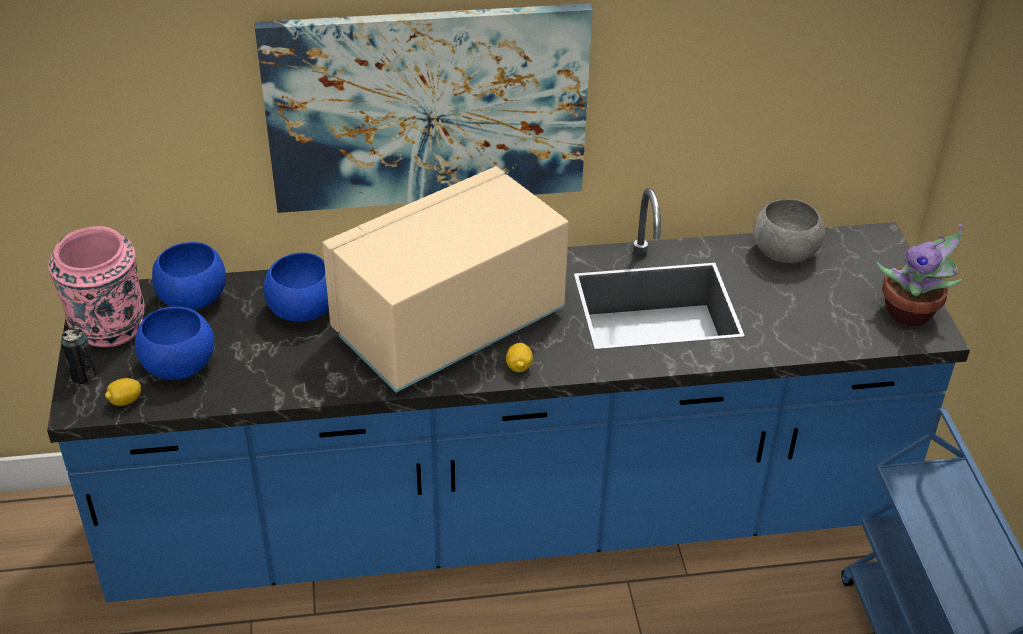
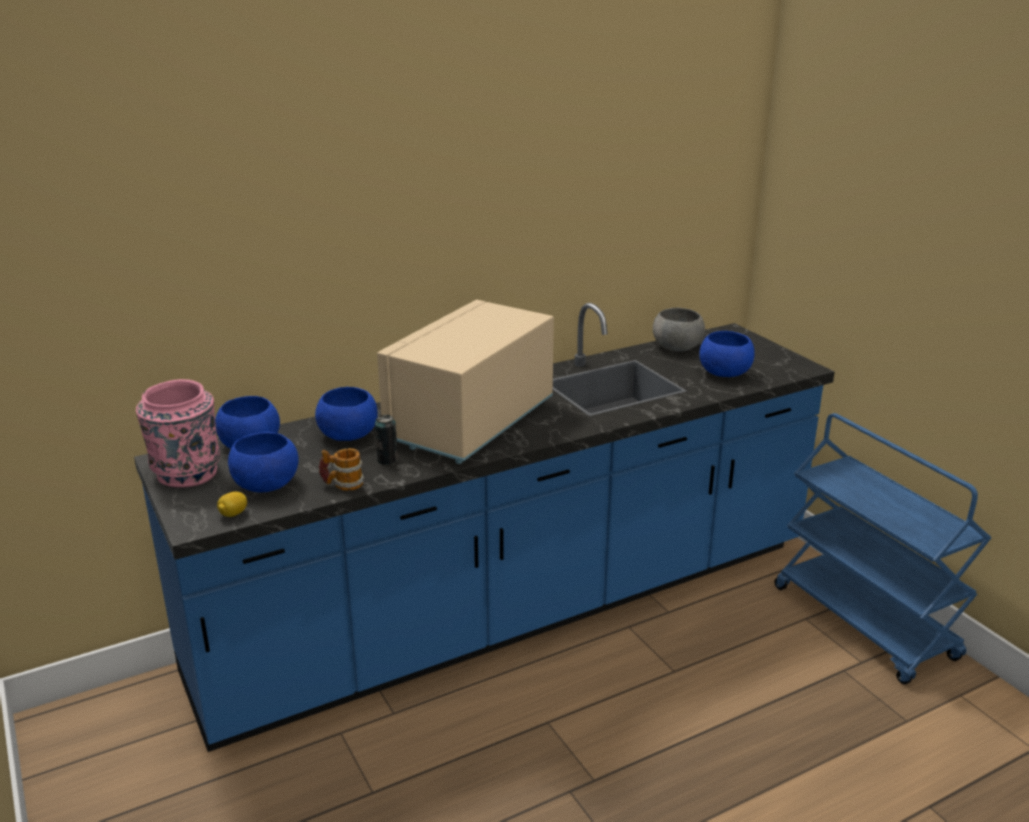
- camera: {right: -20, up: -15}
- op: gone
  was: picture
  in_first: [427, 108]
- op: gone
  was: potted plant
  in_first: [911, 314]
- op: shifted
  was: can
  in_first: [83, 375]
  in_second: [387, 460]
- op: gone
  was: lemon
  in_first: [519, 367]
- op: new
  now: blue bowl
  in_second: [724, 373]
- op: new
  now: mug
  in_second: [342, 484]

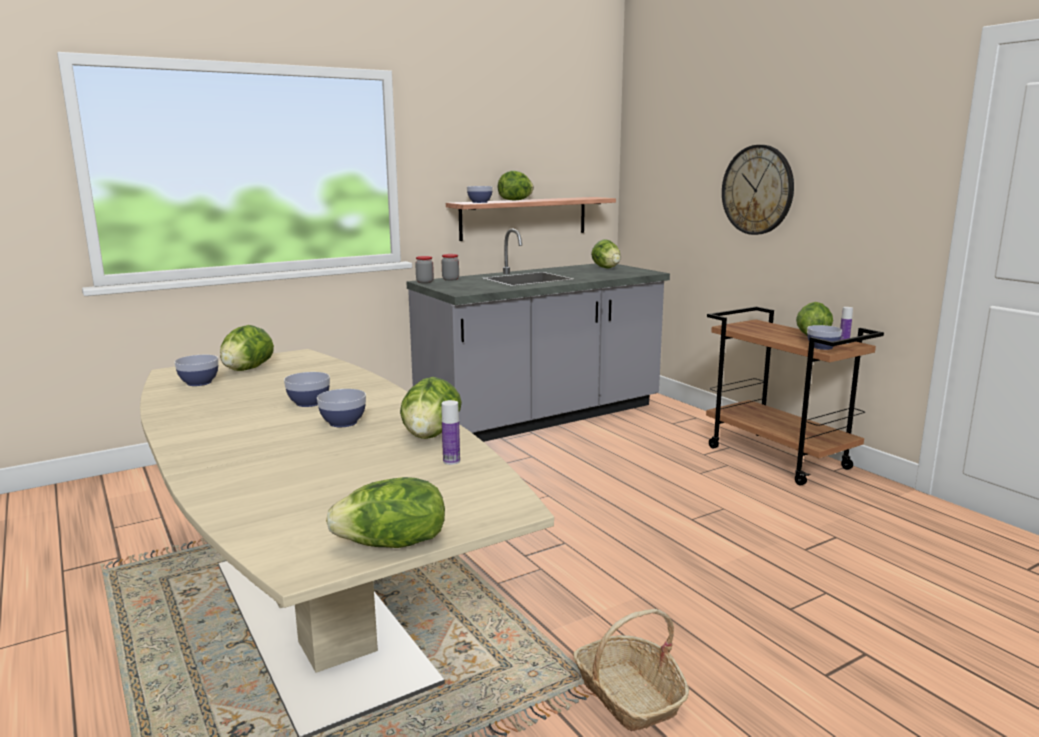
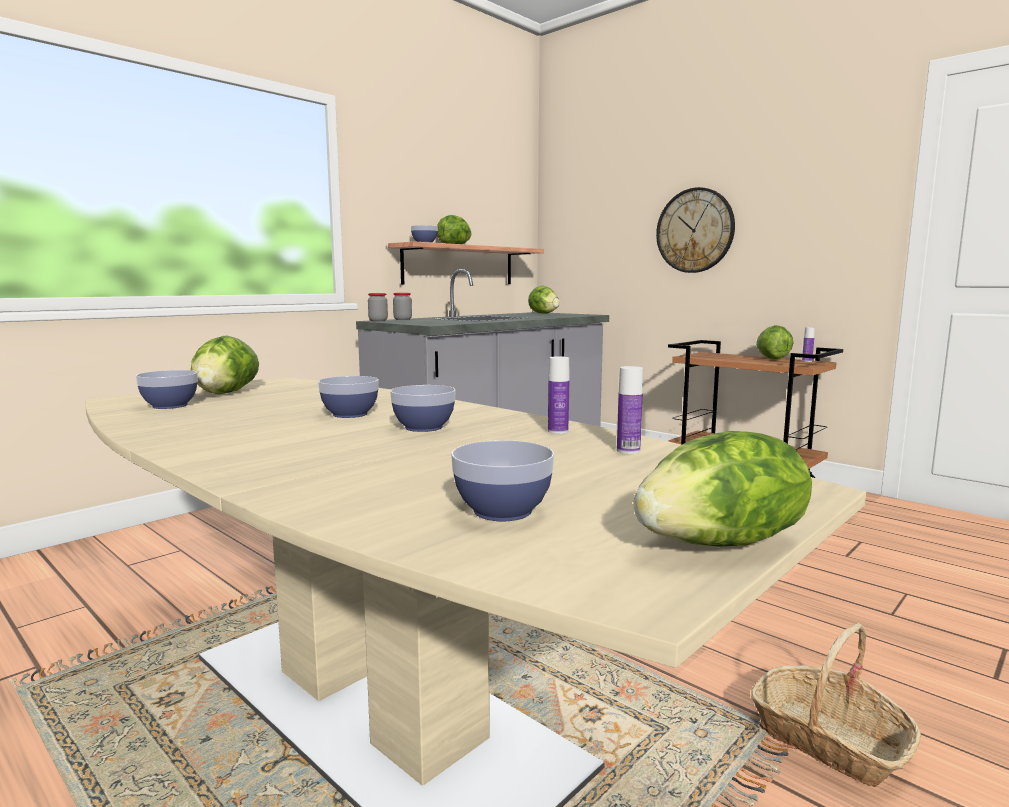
- camera: {right: -15, up: -5}
- op: shifted
  was: bowl
  in_first: [822, 347]
  in_second: [503, 511]
- op: swapped
  was: lettuce
  now: bottle
  in_first: [431, 435]
  in_second: [558, 431]

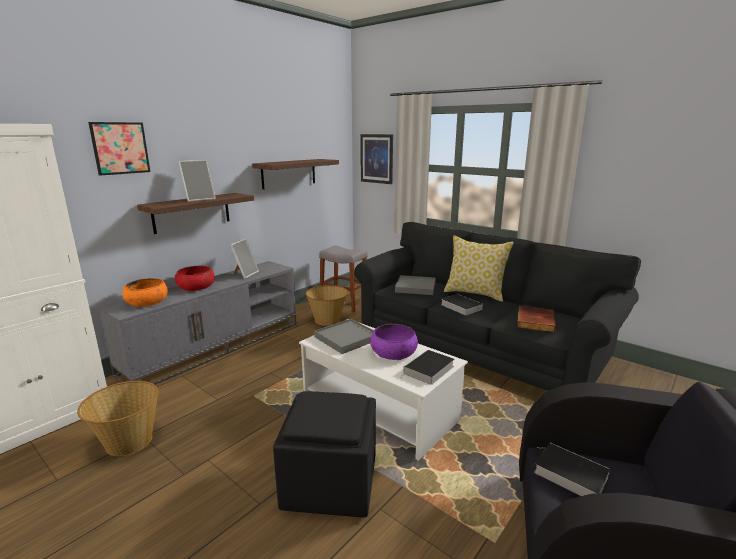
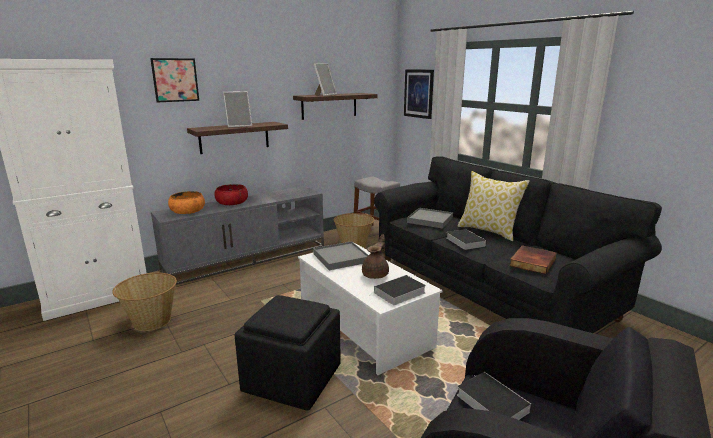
- camera: {right: 15, up: 0}
- op: shifted
  was: picture frame
  in_first: [245, 274]
  in_second: [324, 95]
- op: swapped
  was: purple bowl
  now: brown teapot
  in_first: [393, 352]
  in_second: [376, 274]

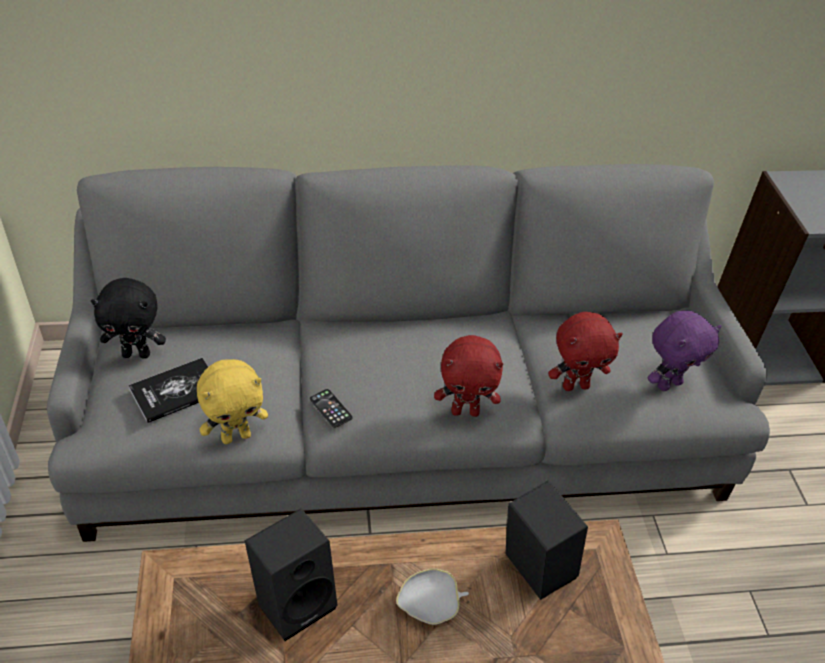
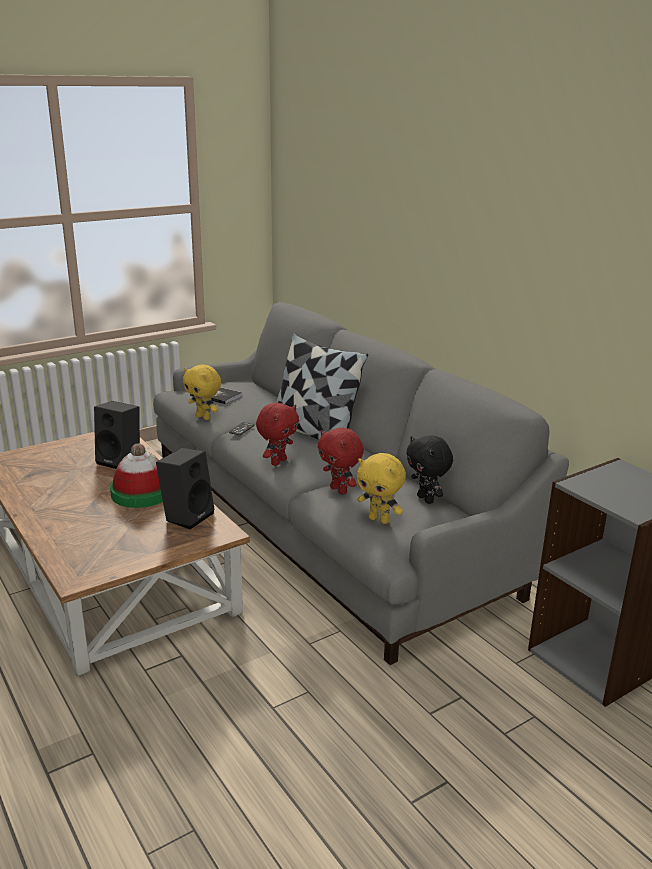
- camera: {right: 65, up: -20}
- op: shifted
  was: black plush toy
  in_first: [137, 354]
  in_second: [426, 499]
- op: repainted
  was: purple plush toy
  now: yellow plush toy
  in_first: [668, 384]
  in_second: [379, 520]
- op: rotated
  was: red plush toy
  in_first: [465, 411]
  in_second: [278, 462]
  clockwise: -120
- op: swapped
  was: white bowl
  now: hat
  in_first: [430, 605]
  in_second: [141, 492]
- op: new
  now: pillow
  in_second: [314, 432]

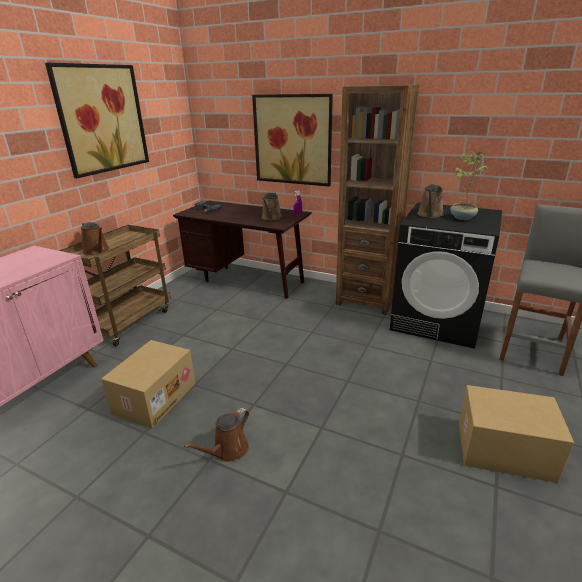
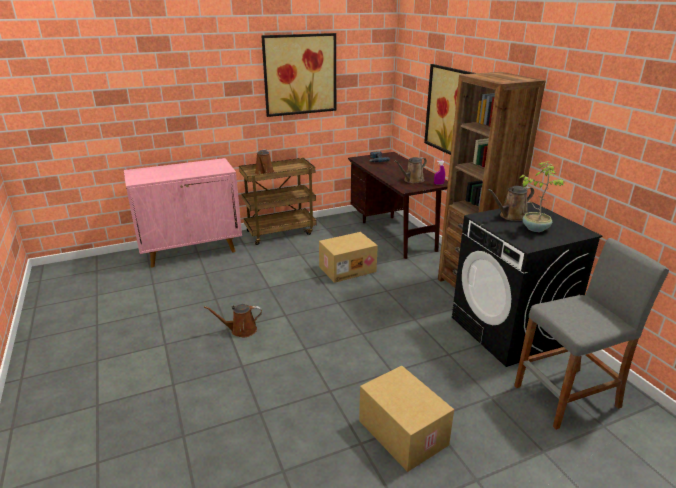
- camera: {right: 40, up: 0}
- op: shifted
  was: cardboard box
  in_first: [154, 397]
  in_second: [347, 269]

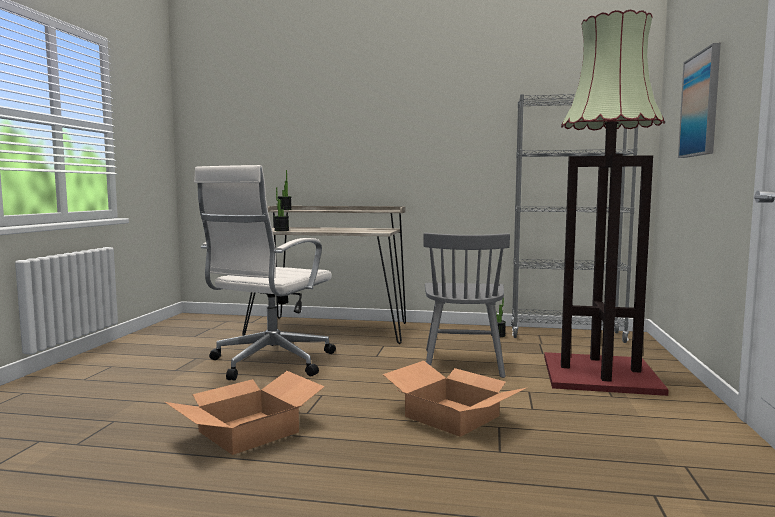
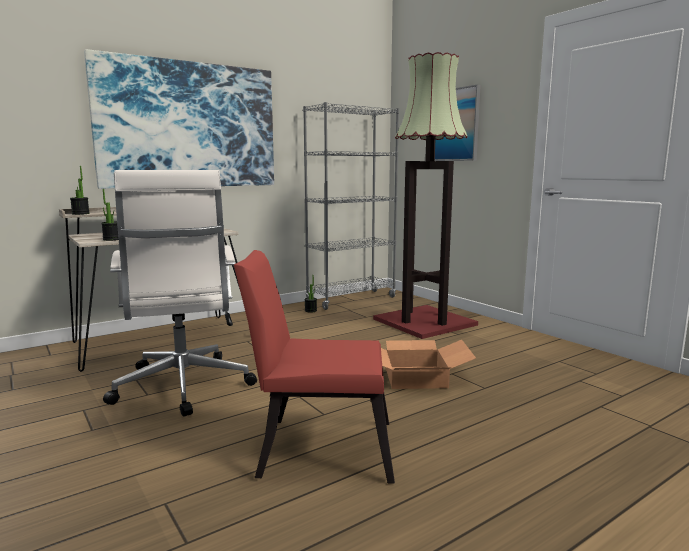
- camera: {right: -45, up: 5}
- op: gone
  was: grey chair
  in_first: [463, 363]
- op: swapped
  was: cardboard box
  now: red chair
  in_first: [249, 431]
  in_second: [317, 447]
- op: new
  now: picture
  in_second: [189, 125]

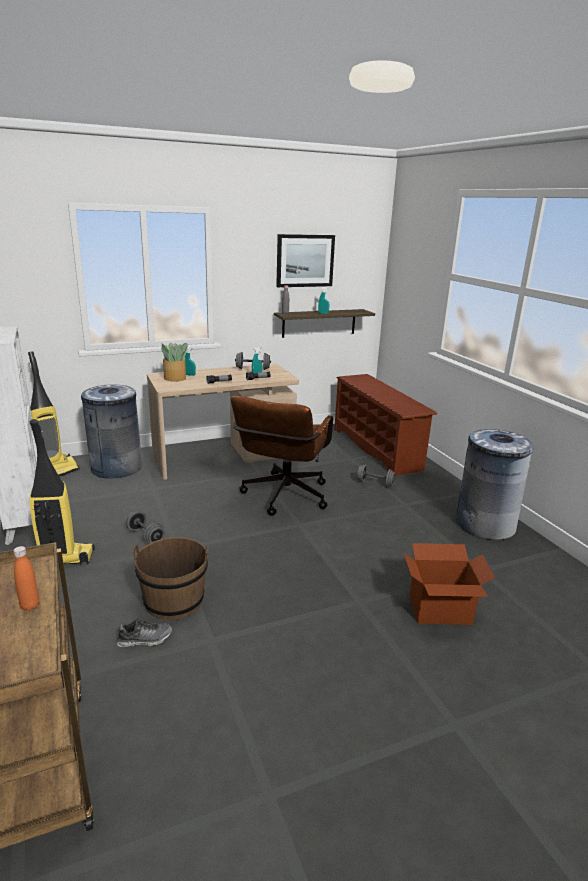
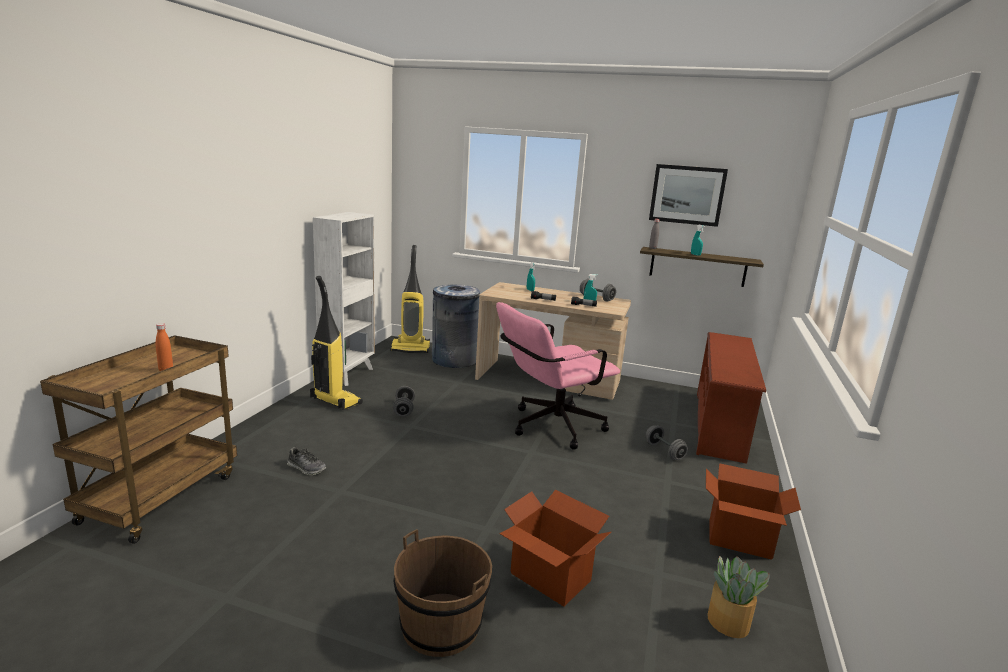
- camera: {right: 40, up: -5}
- op: shifted
  was: potted plant
  in_first: [175, 378]
  in_second: [729, 623]
- op: repainted
  was: brown office chair
  now: pink office chair
  in_first: [282, 498]
  in_second: [549, 427]
- op: swapped
  was: grey trash can
  now: cardboard box
  in_first: [484, 524]
  in_second: [739, 539]
- op: shifted
  was: brown bucket
  in_first: [174, 600]
  in_second: [441, 625]

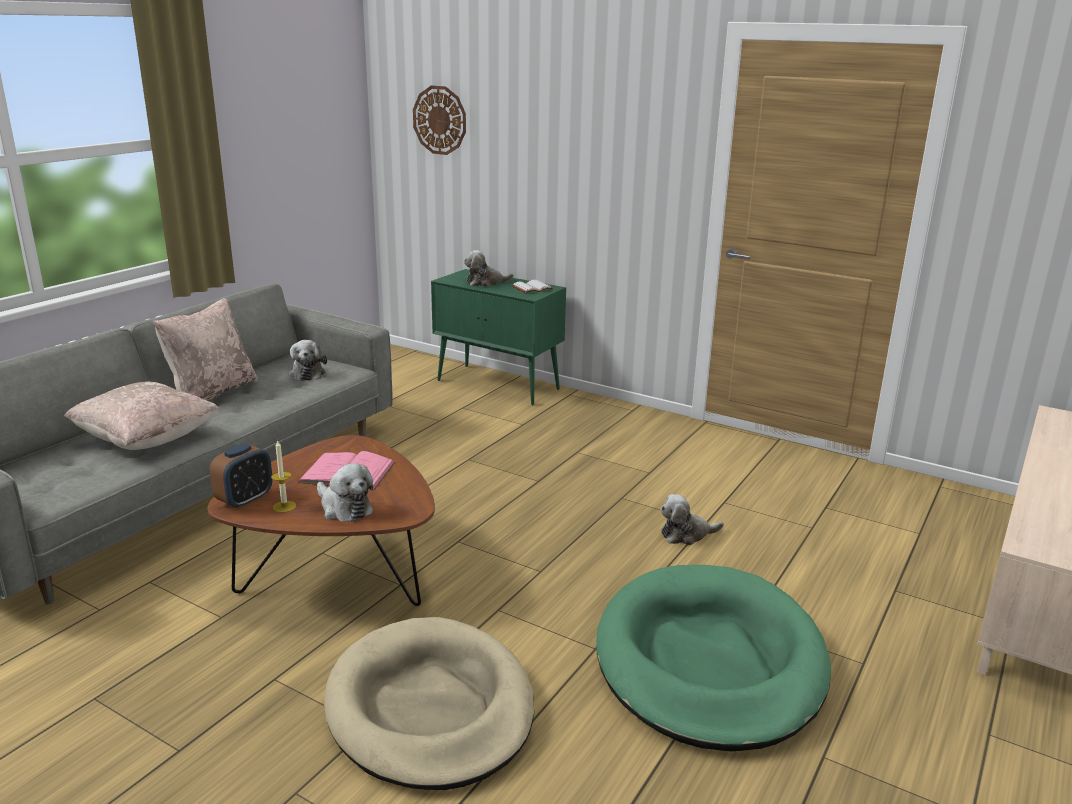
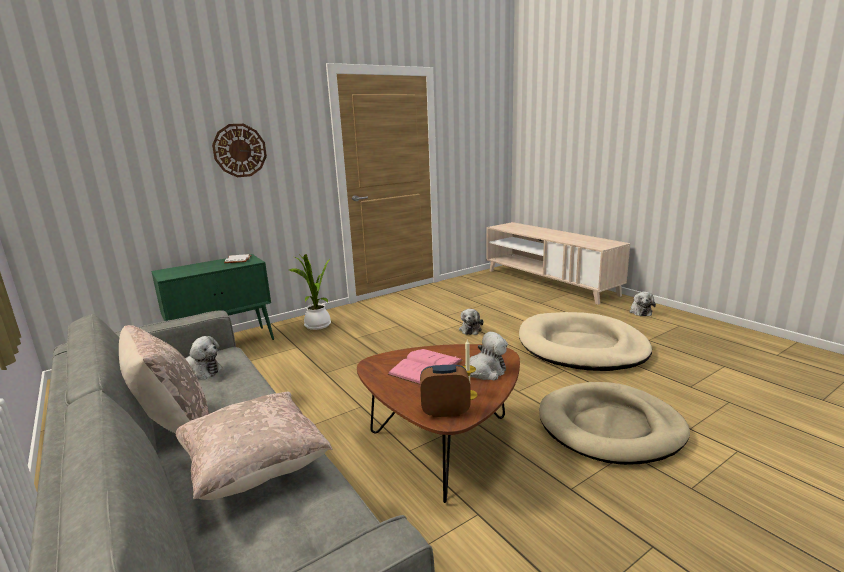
- camera: {right: -65, up: -5}
- op: shifted
  was: wall clock
  in_first: [440, 120]
  in_second: [239, 150]
- op: shifted
  was: plush toy
  in_first: [485, 282]
  in_second: [640, 311]
- op: rotated
  was: alarm clock
  in_first: [245, 500]
  in_second: [445, 411]
  clockwise: -60
- op: repainted
  was: green dog bed
  now: beige dog bed
  in_first: [709, 661]
  in_second: [581, 346]
- op: new
  now: potted plant
  in_second: [317, 326]

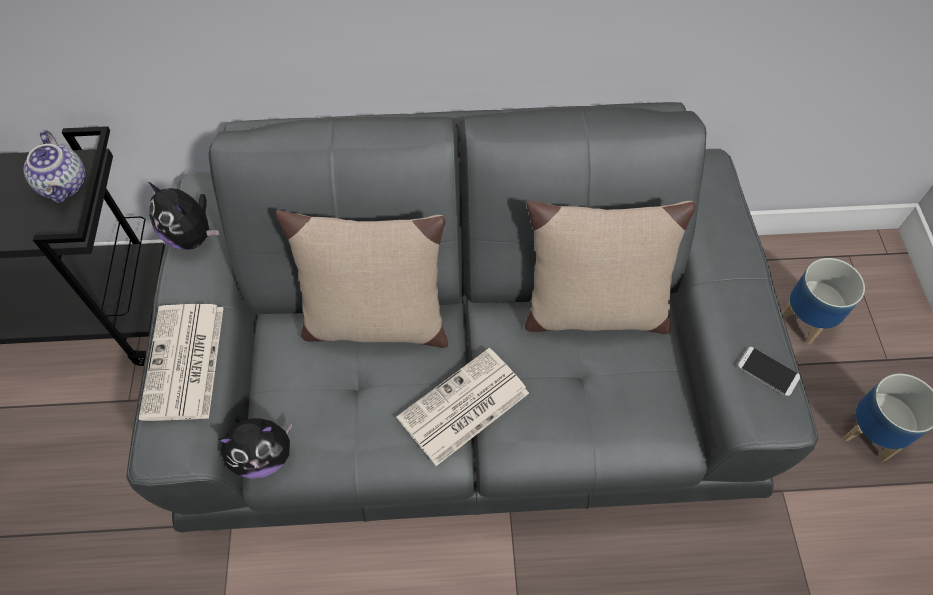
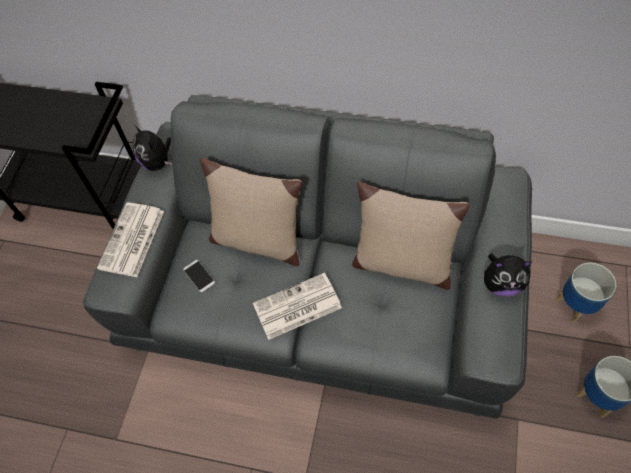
- camera: {right: 20, up: 0}
- op: gone
  was: teapot
  in_first: [65, 185]
- op: shifted
  was: phone
  in_first: [768, 371]
  in_second: [199, 276]
- op: shifted
  was: plush toy
  in_first: [263, 456]
  in_second: [501, 284]

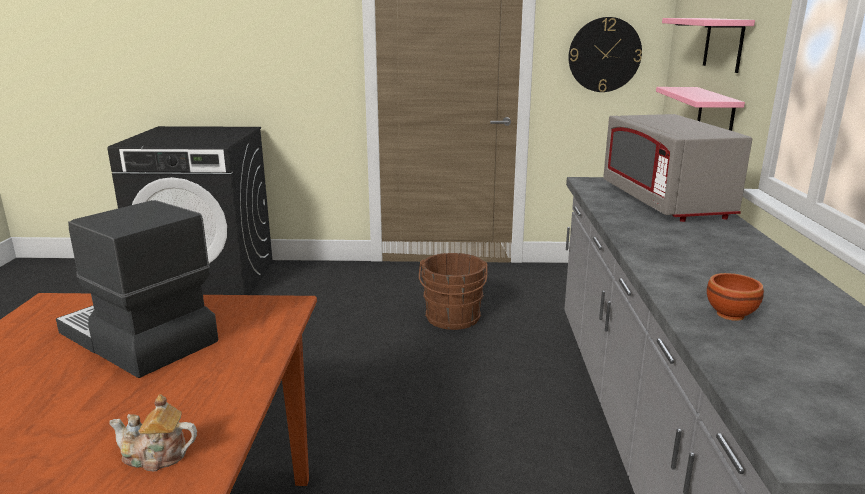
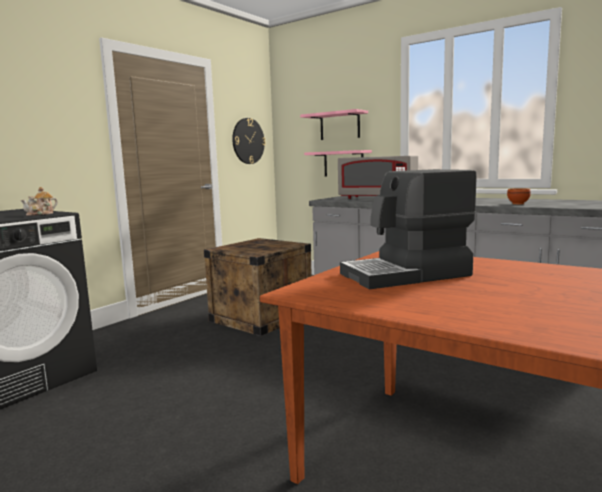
- camera: {right: -55, up: -10}
- op: swapped
  was: brown bucket
  now: crate
  in_first: [452, 319]
  in_second: [261, 317]
- op: shifted
  was: teapot
  in_first: [156, 456]
  in_second: [41, 214]

